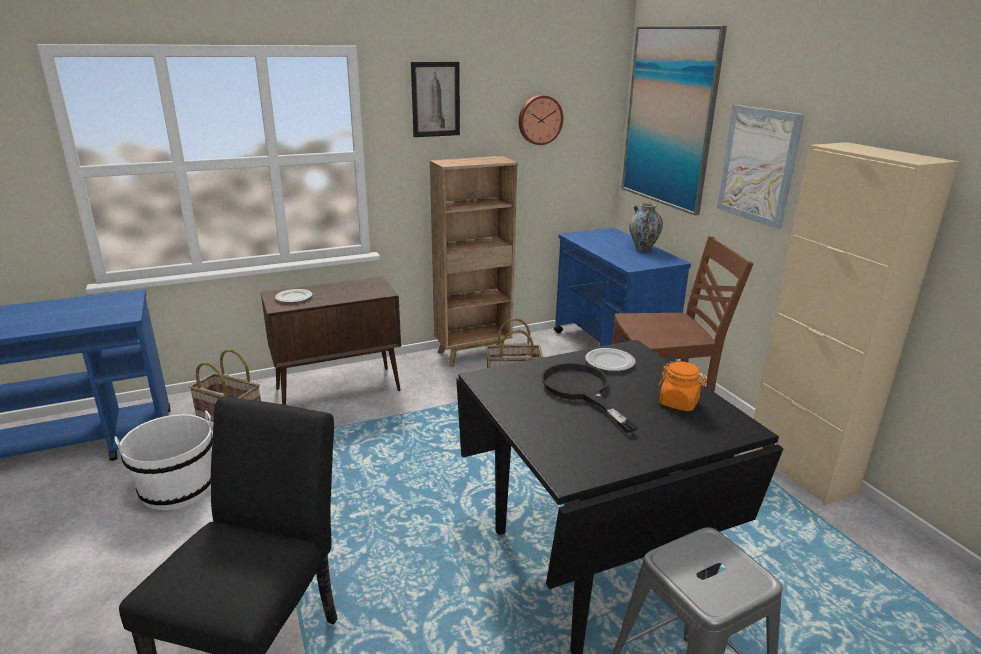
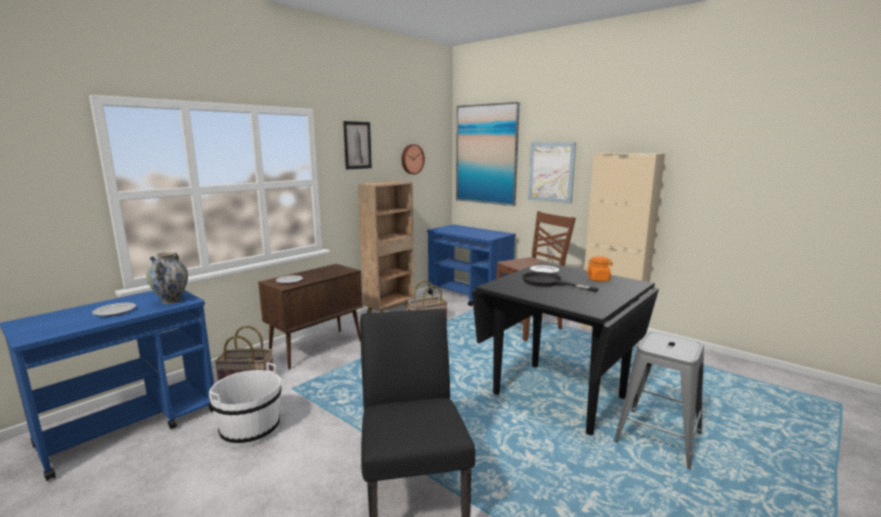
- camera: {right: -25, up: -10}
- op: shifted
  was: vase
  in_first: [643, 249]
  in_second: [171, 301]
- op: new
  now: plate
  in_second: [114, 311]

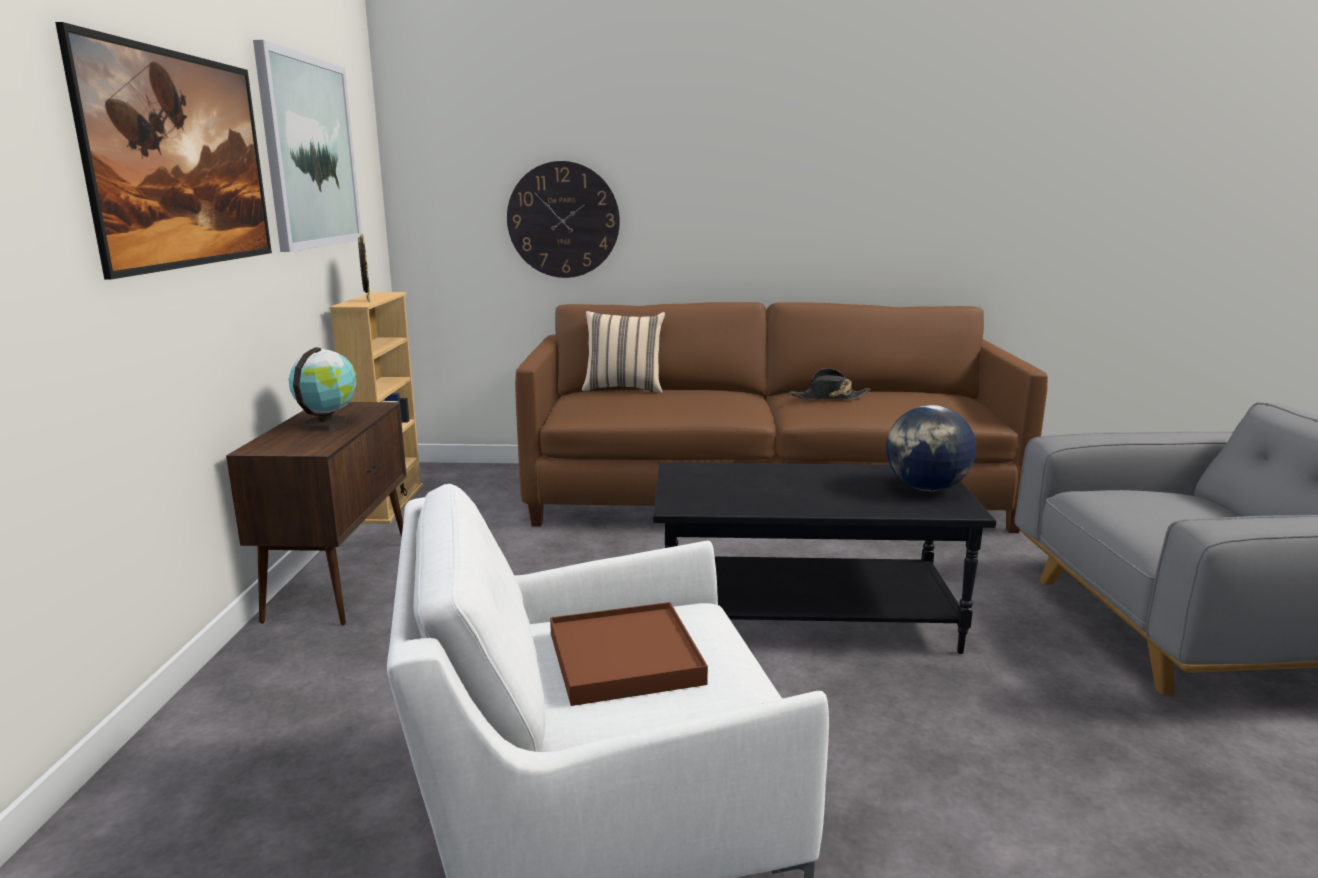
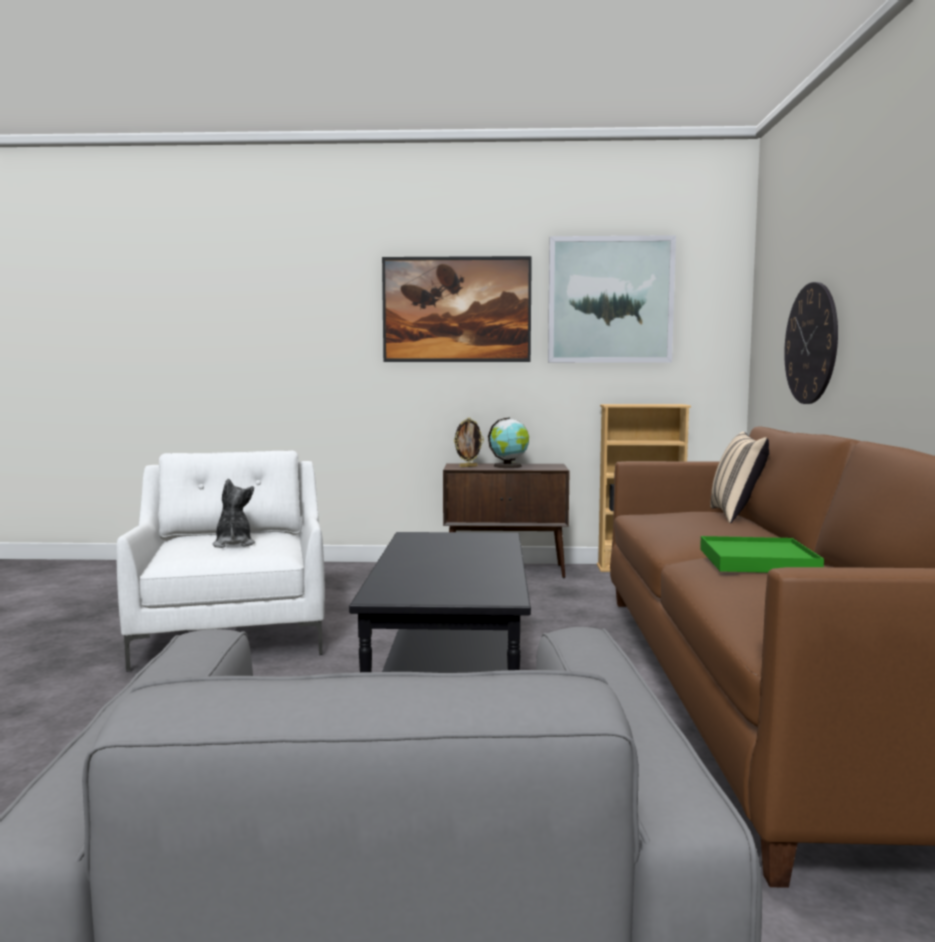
- camera: {right: 90, up: -10}
- op: shifted
  was: picture frame
  in_first: [367, 300]
  in_second: [468, 466]
- op: swapped
  was: black hat
  now: green tray
  in_first: [829, 397]
  in_second: [757, 561]
- op: gone
  was: globe
  in_first: [925, 488]
- op: swapped
  was: brown tray
  now: plush toy
  in_first: [625, 658]
  in_second: [233, 544]

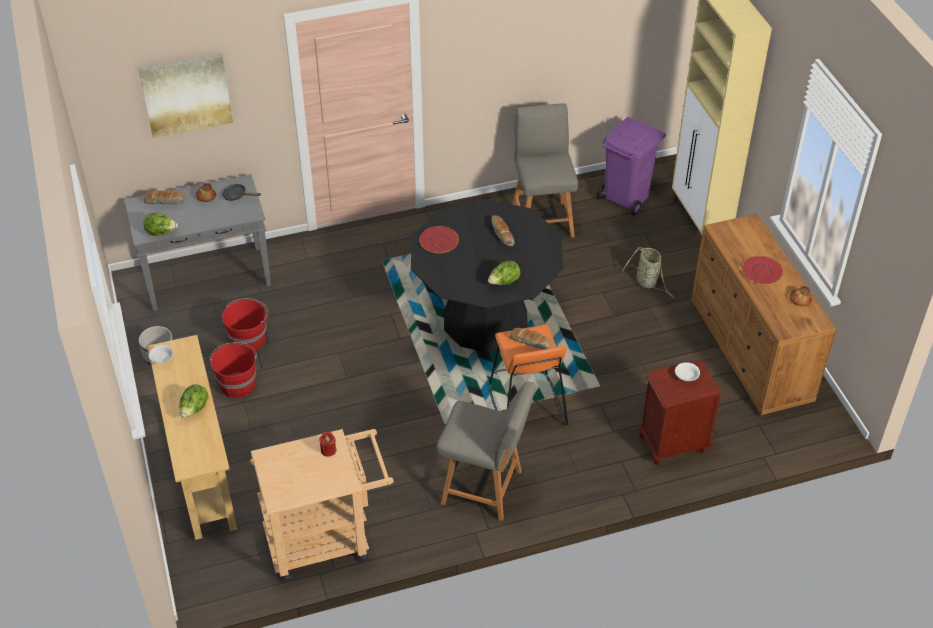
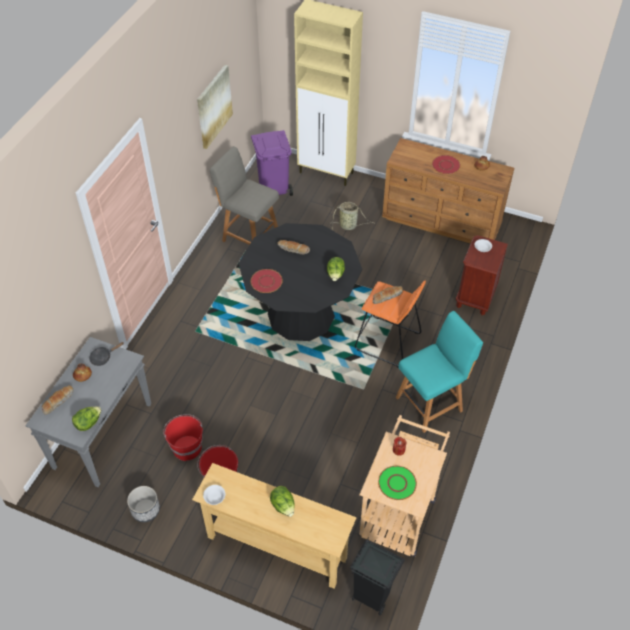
- camera: {right: -50, up: 5}
- op: shifted
  was: picture
  in_first: [186, 94]
  in_second: [214, 106]
- op: repainted
  was: grey chair
  now: turquoise chair
  in_first: [484, 488]
  in_second: [431, 403]
- op: new
  now: green plate
  in_second: [397, 483]
- op: new
  now: black trash can
  in_second: [371, 597]

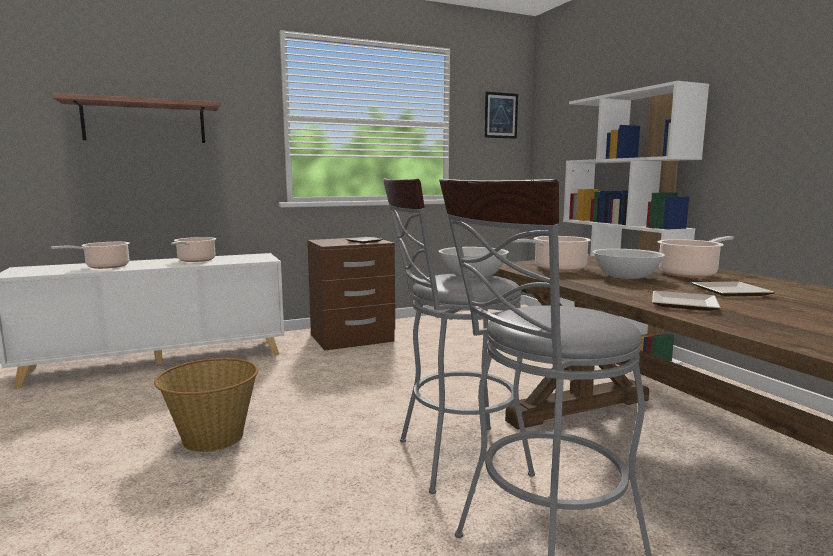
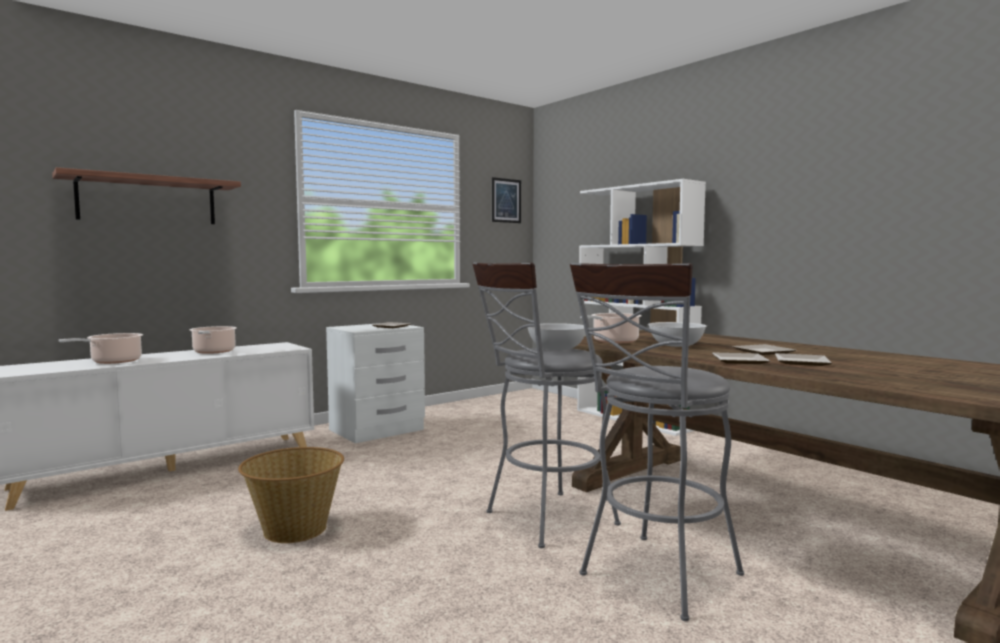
- camera: {right: -15, up: -5}
- op: gone
  was: cooking pot
  in_first: [689, 273]
- op: repainted
  was: brown nightstand
  now: white nightstand
  in_first: [352, 339]
  in_second: [377, 430]
- op: new
  now: plate
  in_second: [804, 363]

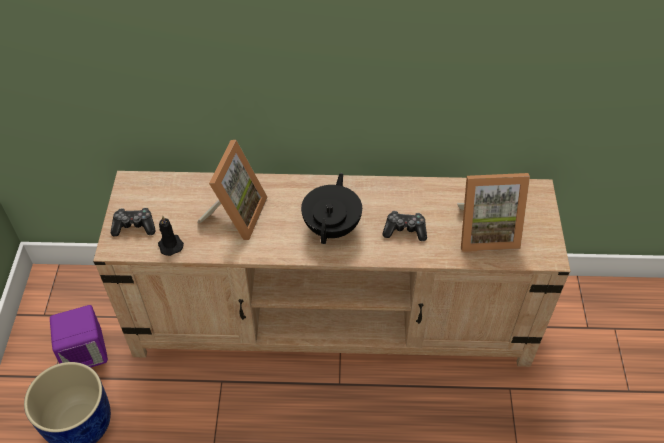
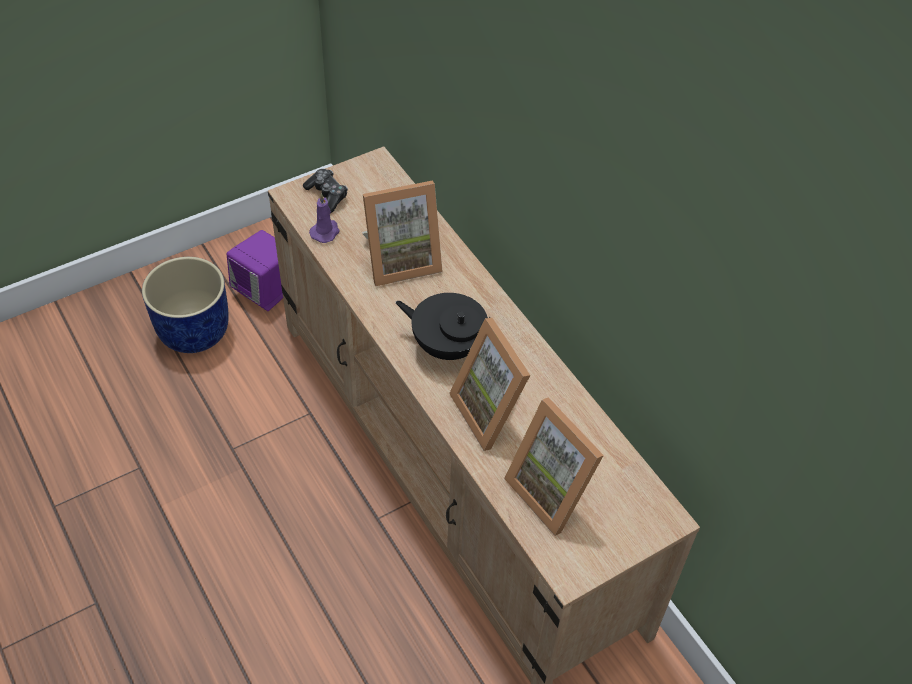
- camera: {right: 55, up: 0}
- op: rotated
  was: black teapot
  in_first: [332, 226]
  in_second: [448, 345]
  clockwise: -135
- op: swapped
  was: game controller
  now: picture frame
  in_first: [405, 230]
  in_second: [494, 411]
- op: repainted
  was: black candle
  now: purple candle
  in_first: [170, 244]
  in_second: [325, 232]

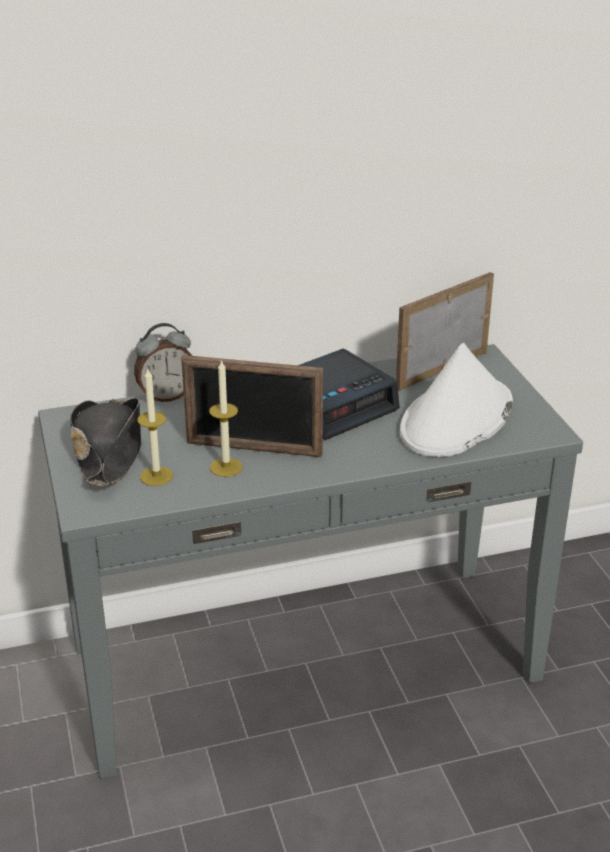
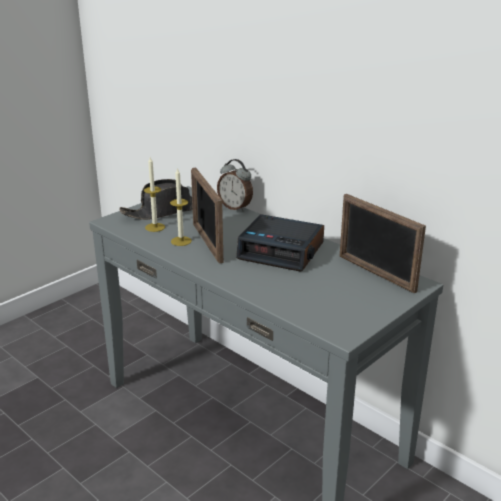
- camera: {right: 60, up: -5}
- op: rotated
  was: picture frame
  in_first: [441, 369]
  in_second: [375, 273]
  clockwise: -150
- op: gone
  was: white hat
  in_first: [456, 419]

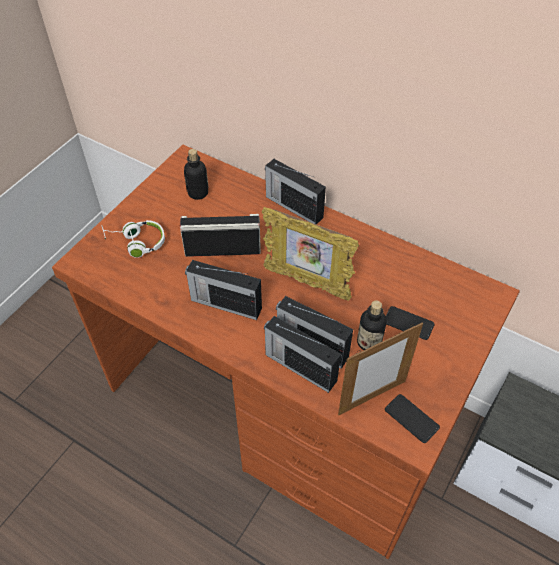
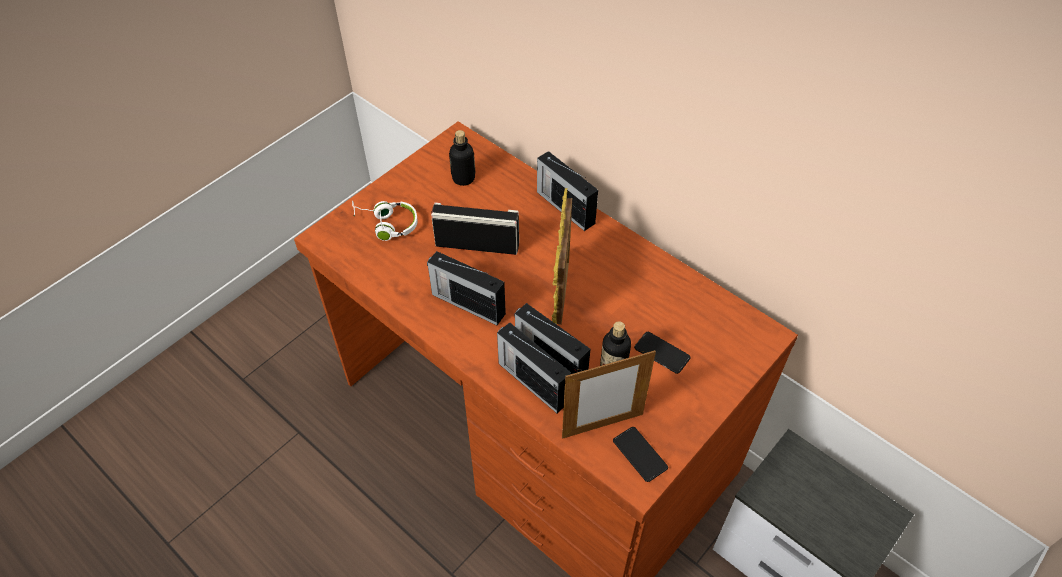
- camera: {right: 10, up: 0}
- op: rotated
  was: picture frame
  in_first: [307, 283]
  in_second: [560, 293]
  clockwise: 60

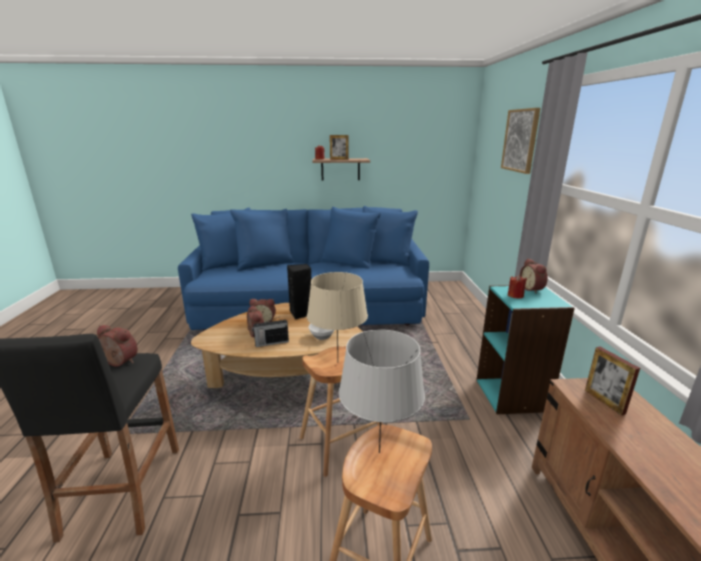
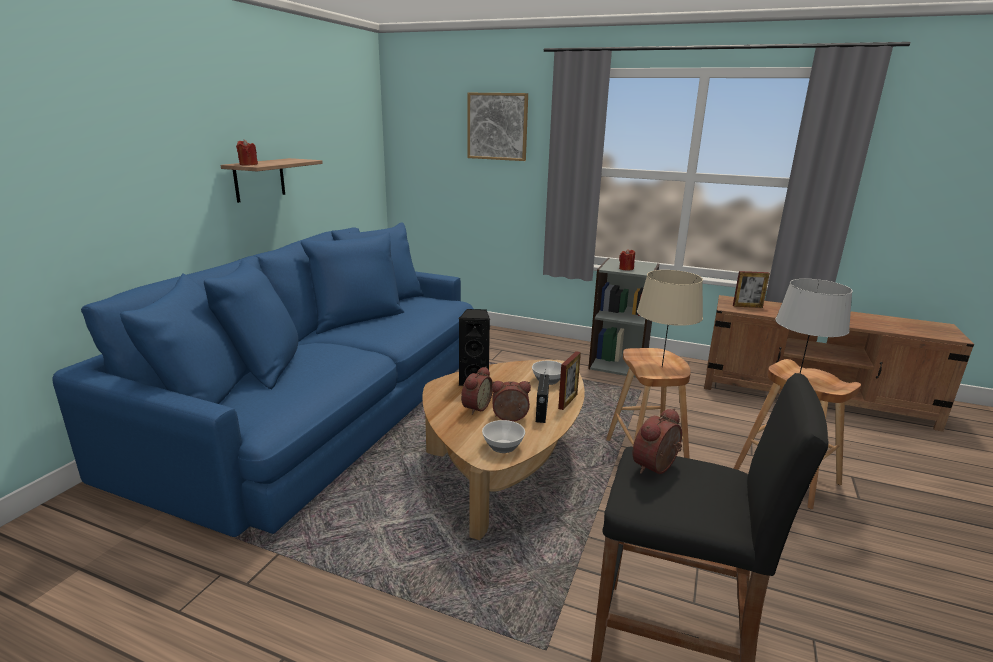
- camera: {right: -65, up: 0}
- op: shifted
  was: picture frame
  in_first: [339, 159]
  in_second: [568, 401]
- op: gone
  was: alarm clock
  in_first: [532, 289]
- op: repainted
  was: turquoise bookcase
  now: grey bookcase
  in_first: [512, 395]
  in_second: [618, 363]
- op: new
  now: bowl
  in_second: [503, 446]

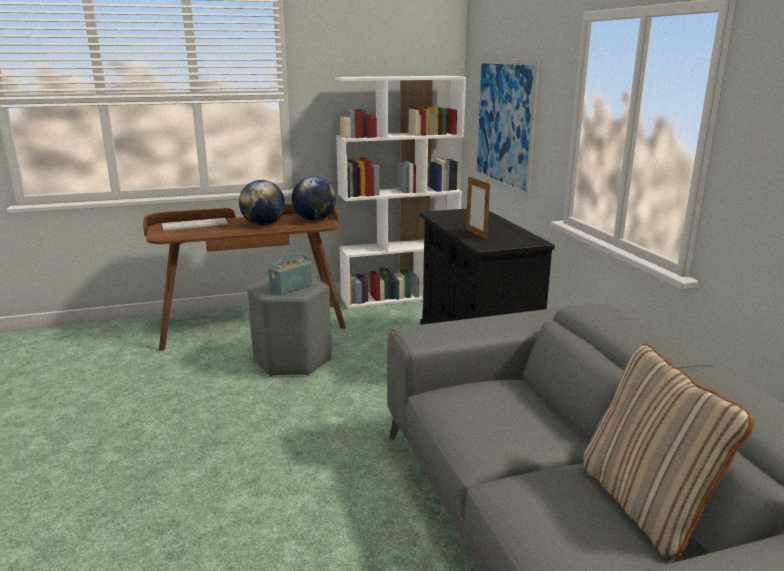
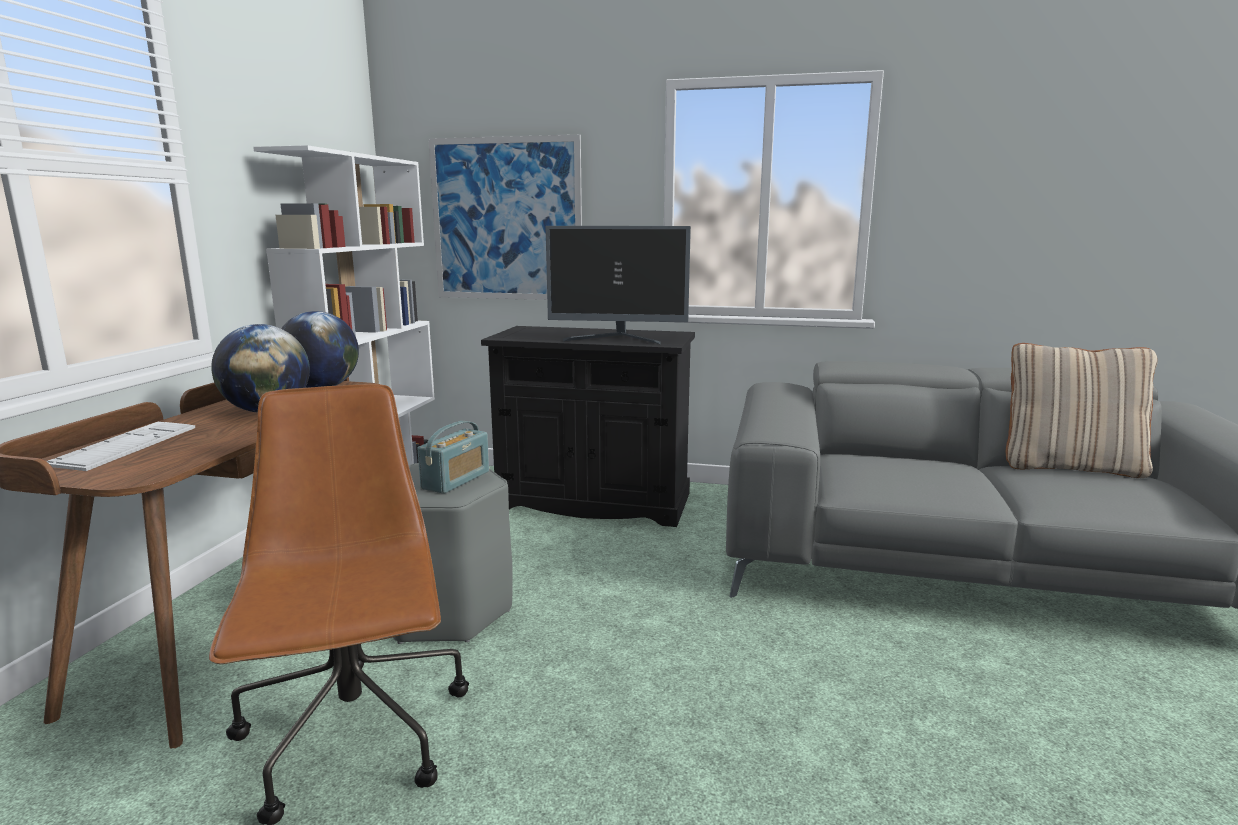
- camera: {right: -60, up: -5}
- op: swapped
  was: picture frame
  now: monitor
  in_first: [476, 234]
  in_second: [618, 339]
- op: rotated
  was: radio
  in_first: [291, 288]
  in_second: [456, 480]
  clockwise: -135
- op: new
  now: brown office chair
  in_second: [355, 738]

